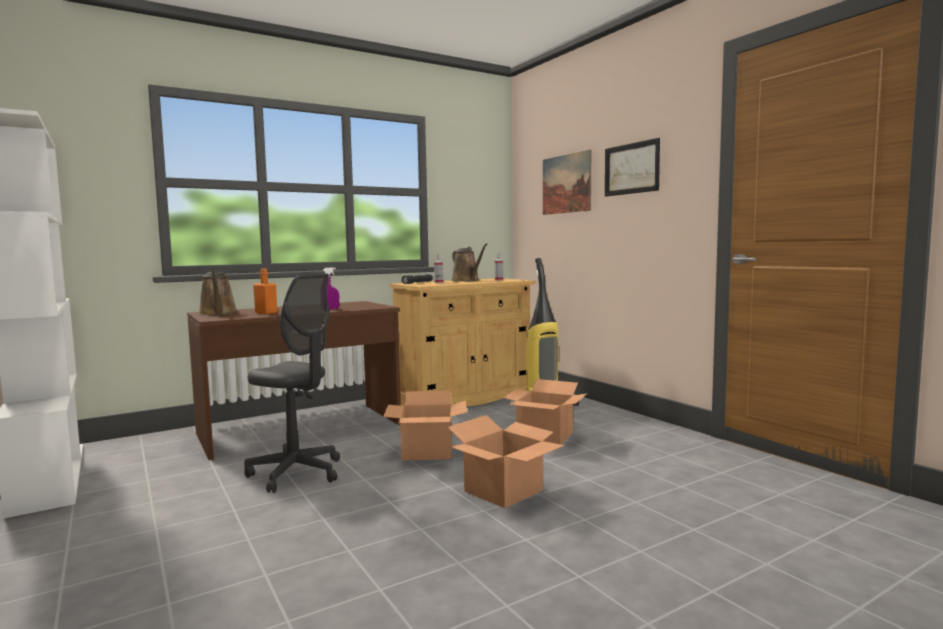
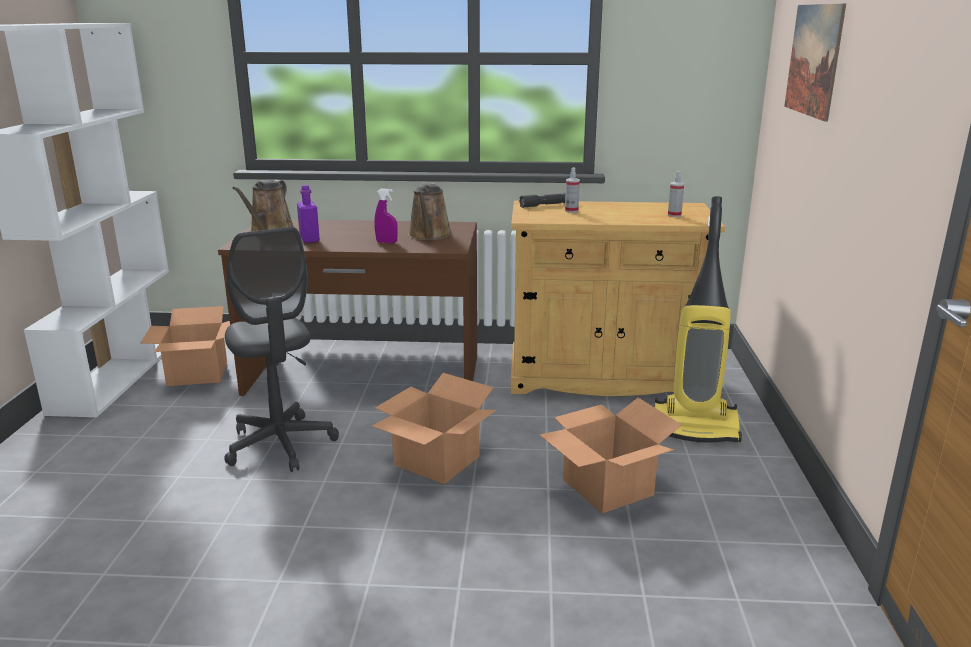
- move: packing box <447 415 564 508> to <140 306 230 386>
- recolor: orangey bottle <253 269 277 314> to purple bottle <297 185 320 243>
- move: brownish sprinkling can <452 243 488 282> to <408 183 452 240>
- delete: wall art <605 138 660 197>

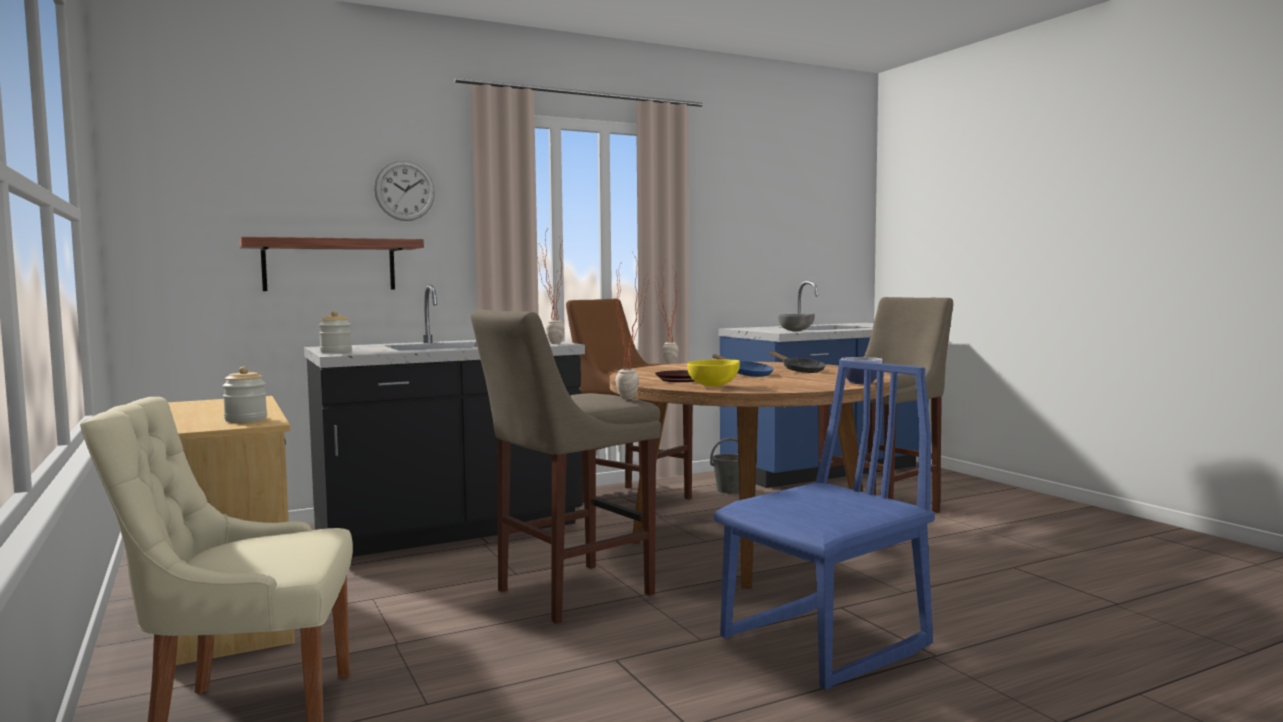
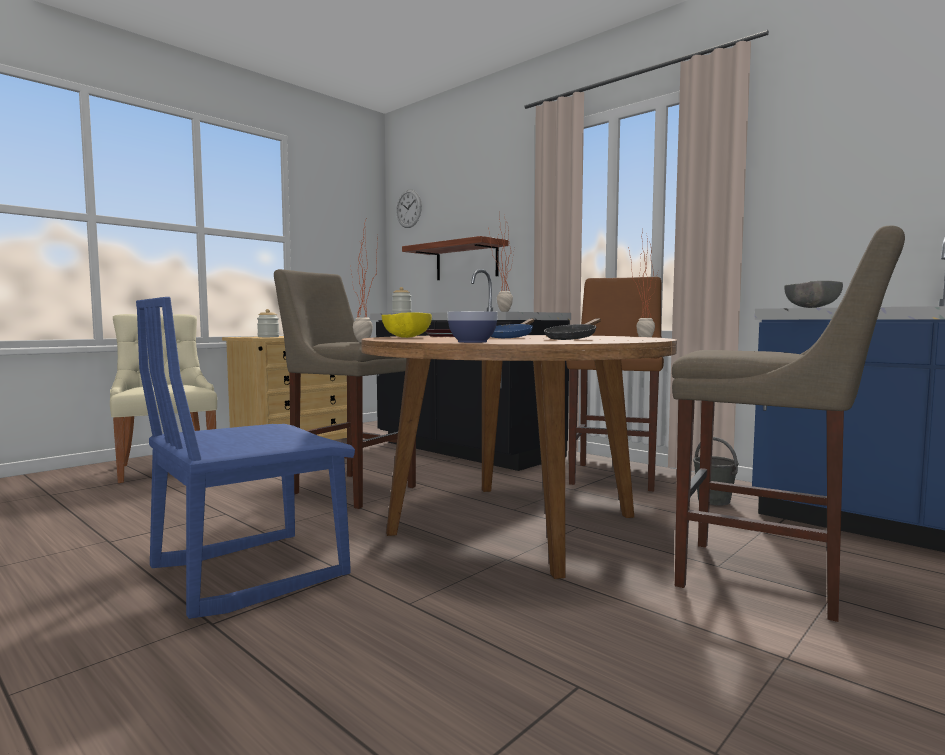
- rotate: blue plain chair <714 360 935 690> = <136 297 355 619> 105 degrees clockwise
- move: wall clock <374 161 435 221> to <396 189 422 228>

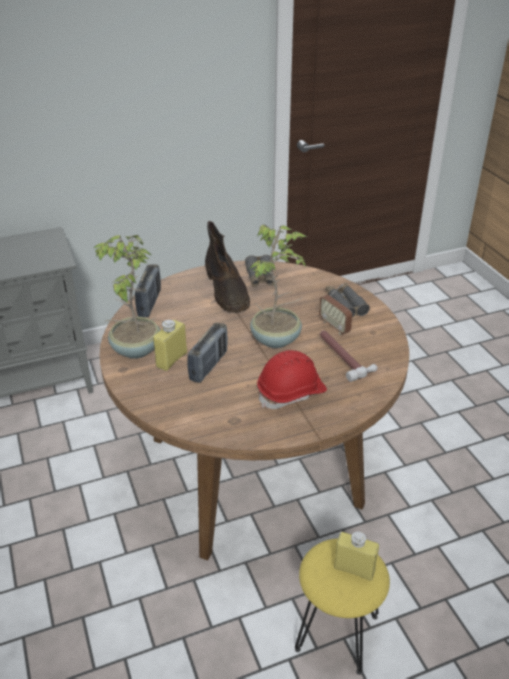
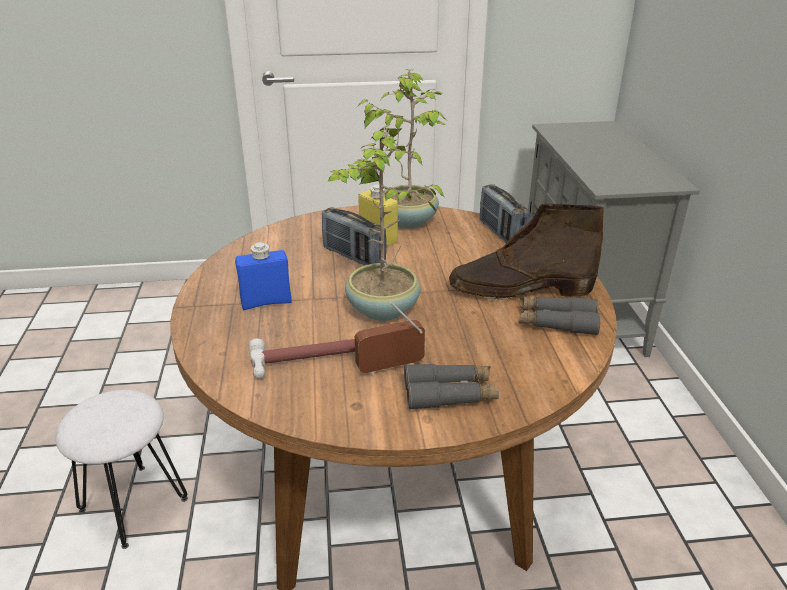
- recolor: yellow sitting stool <295 538 390 675> to whitish sitting stool <55 390 188 549>
- replace: red-coloured work helmet <257 350 327 409> to blue bottle <235 242 291 310>
- rotate: radio receiver <135 264 161 317> = <480 184 530 243> 45 degrees clockwise
- delete: yellow bottle <334 532 379 581>

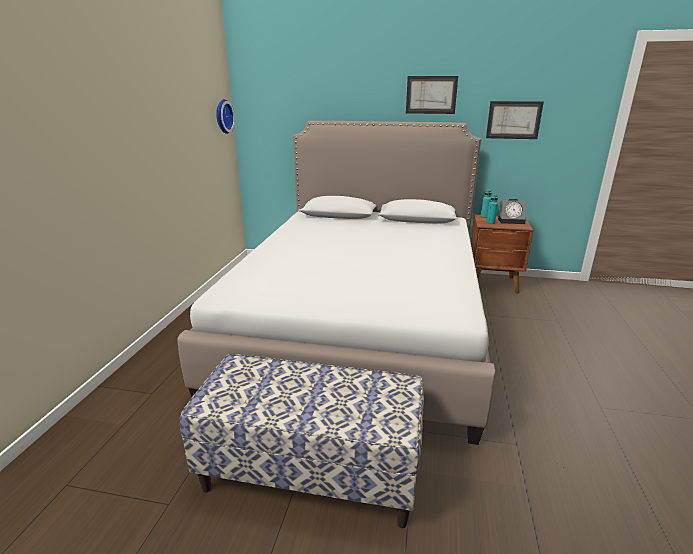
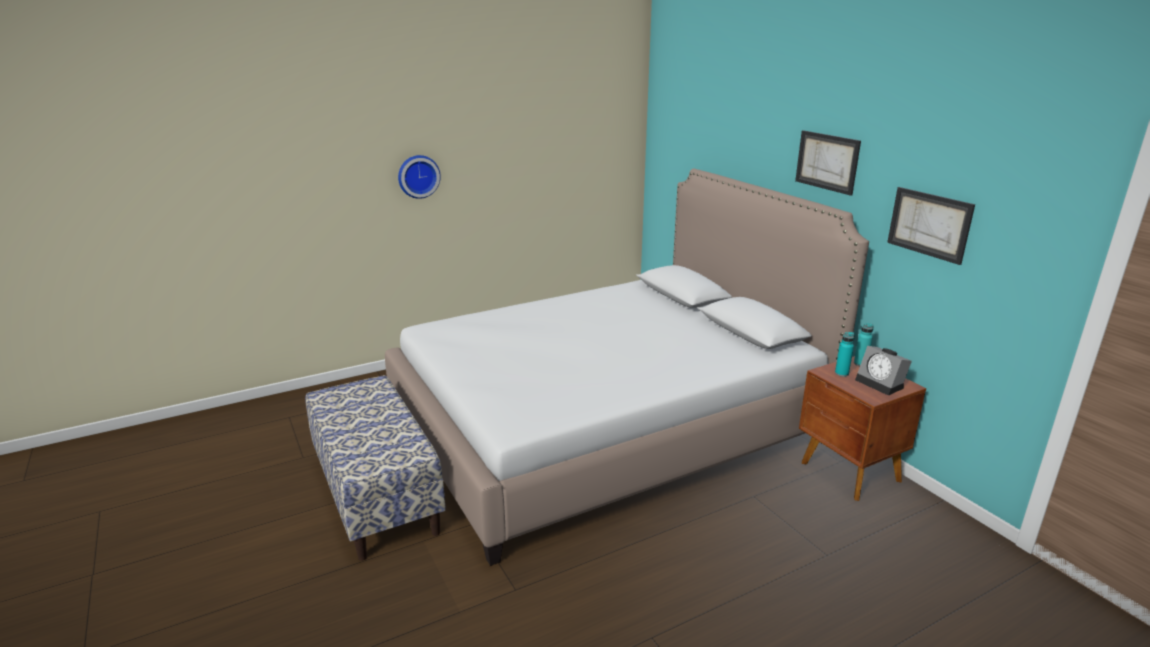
- move: wall clock <216 99 235 134> to <398 155 441 199>

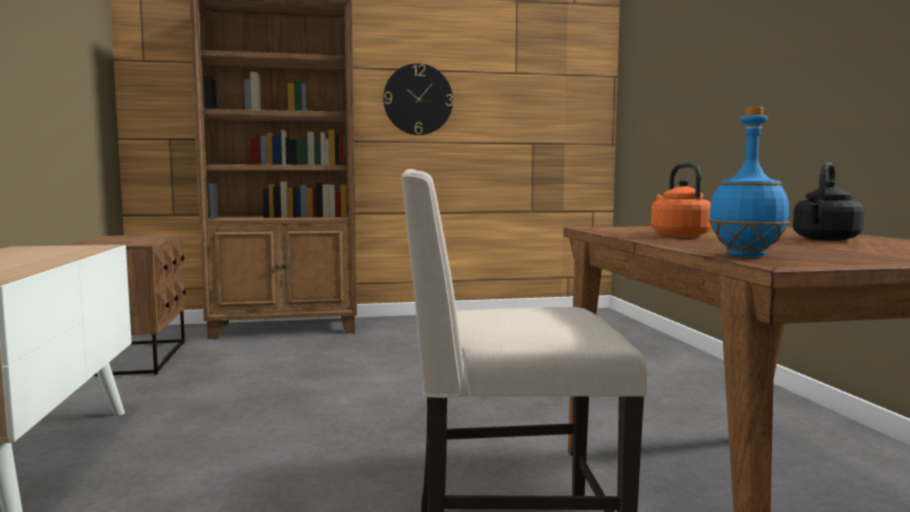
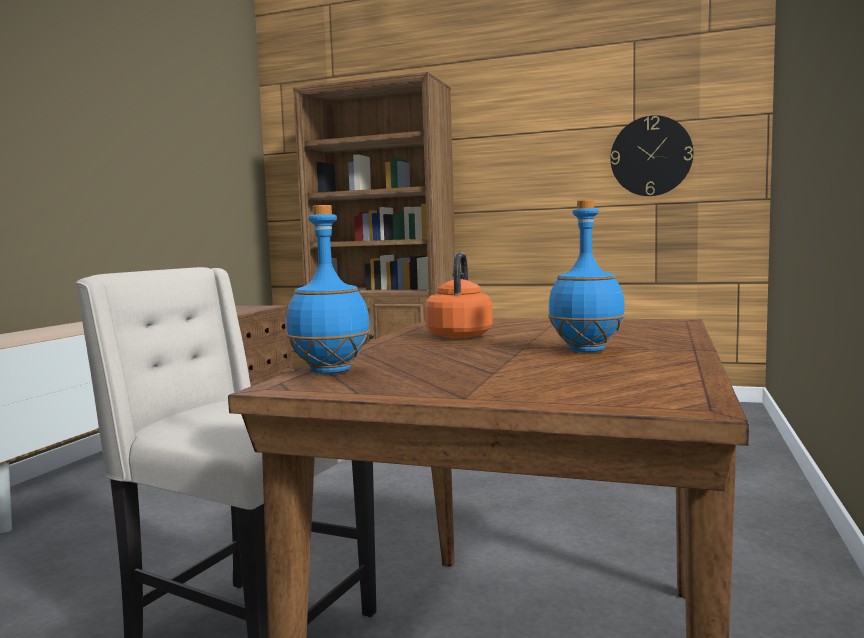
- replace: black-coloured tea kettle <793 162 864 241> to blue bottle <548 200 625 352>
- move: wall clock <383 63 453 135> to <610 115 693 196>

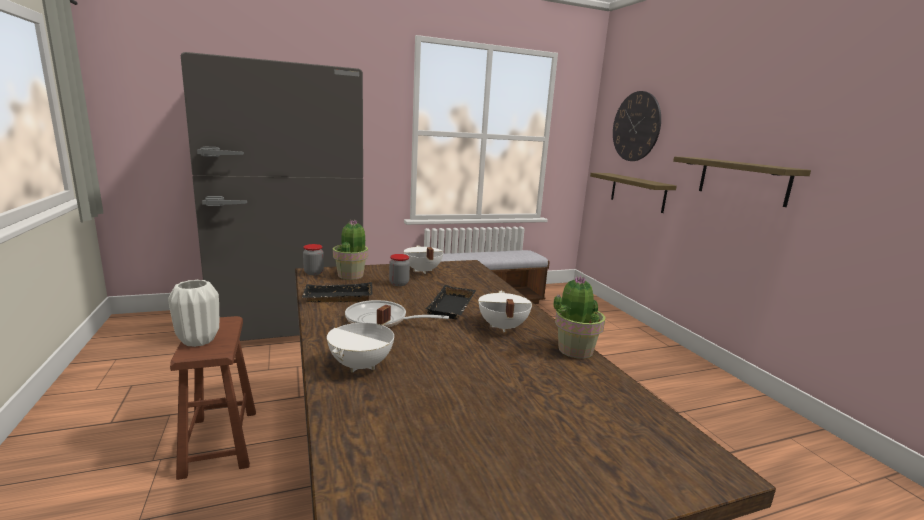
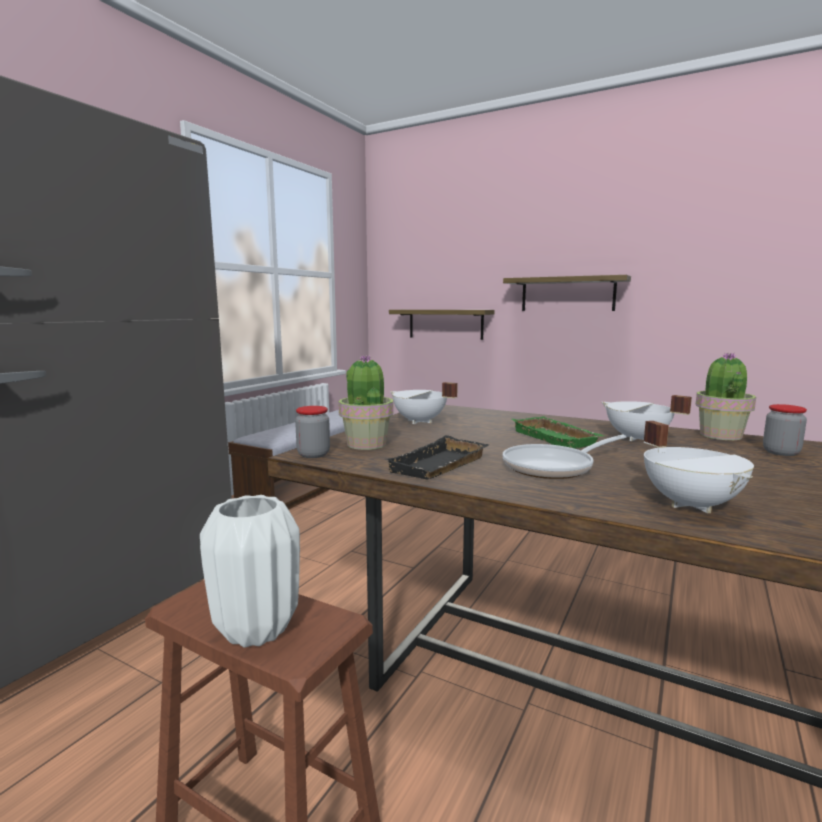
- recolor: black-coloured tray <425 285 476 319> to greenish tray <512 416 604 449>
- move: storage jar <389 254 410 286> to <763 404 807 456>
- delete: wall clock <613 91 661 161>

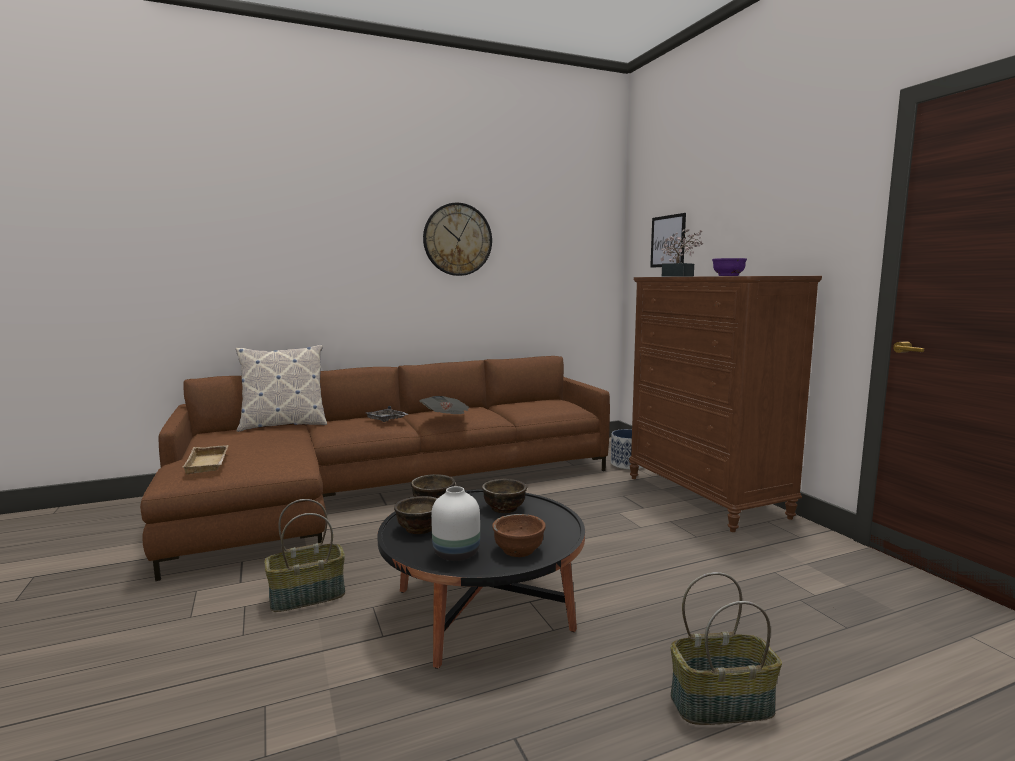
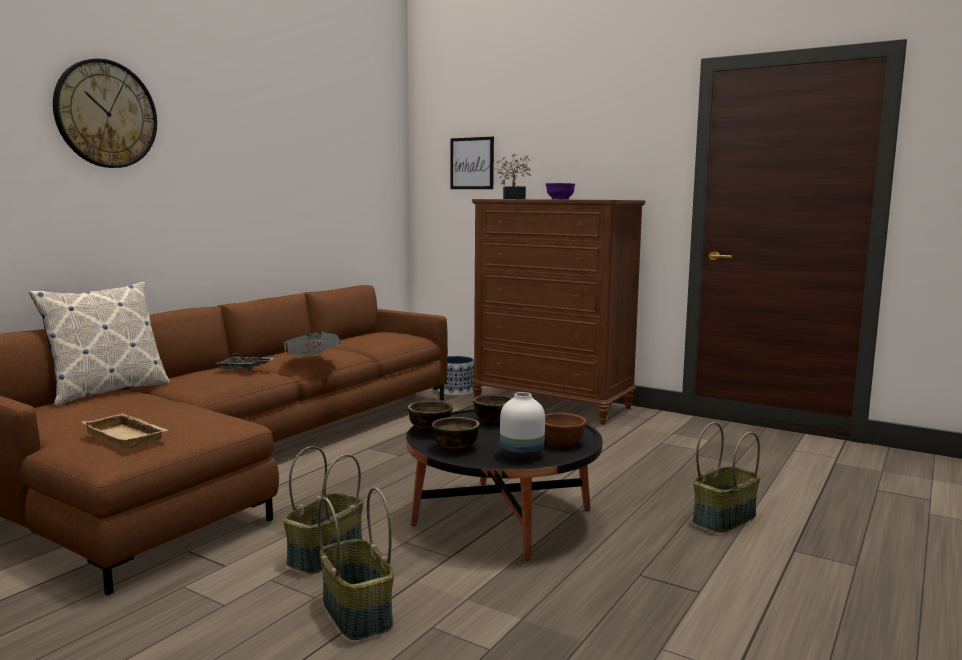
- move: wall clock <423 203 492 276> to <53 59 157 168>
- insert: storage basket <318 487 394 640>

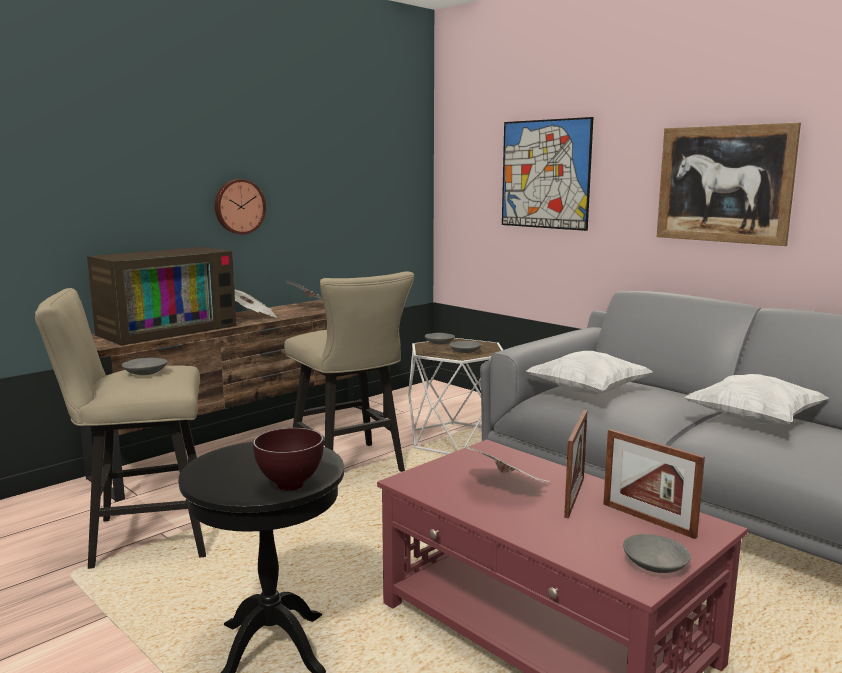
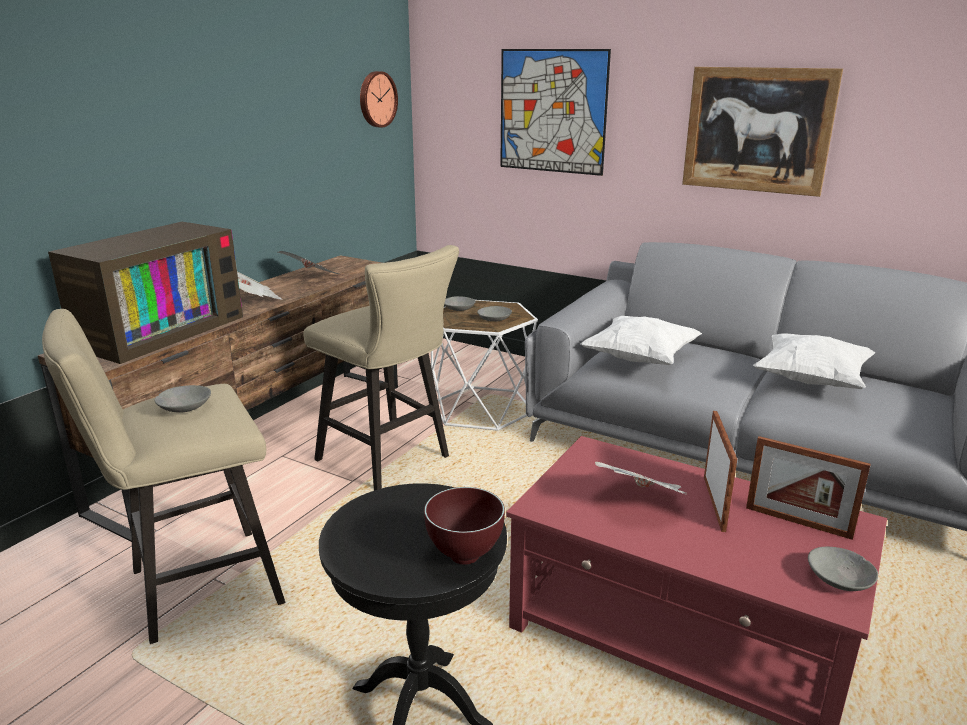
- move: wall clock <215 179 266 234> to <360 71 398 128>

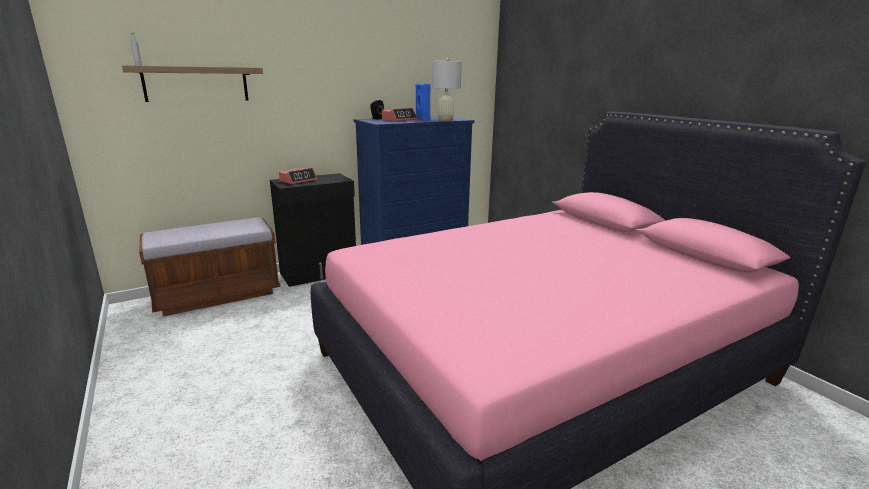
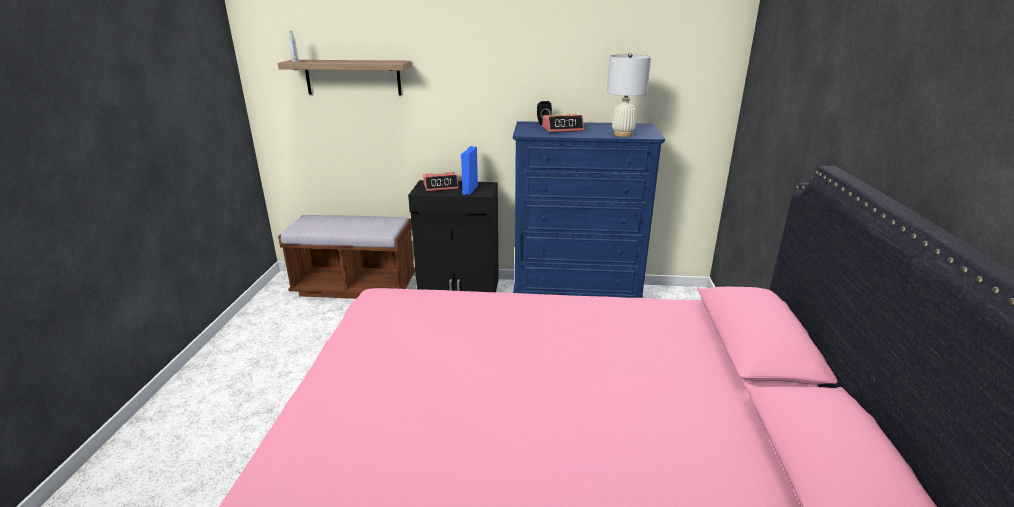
- move: blue loudspeaker <415 83 430 121> to <461 146 478 195>

